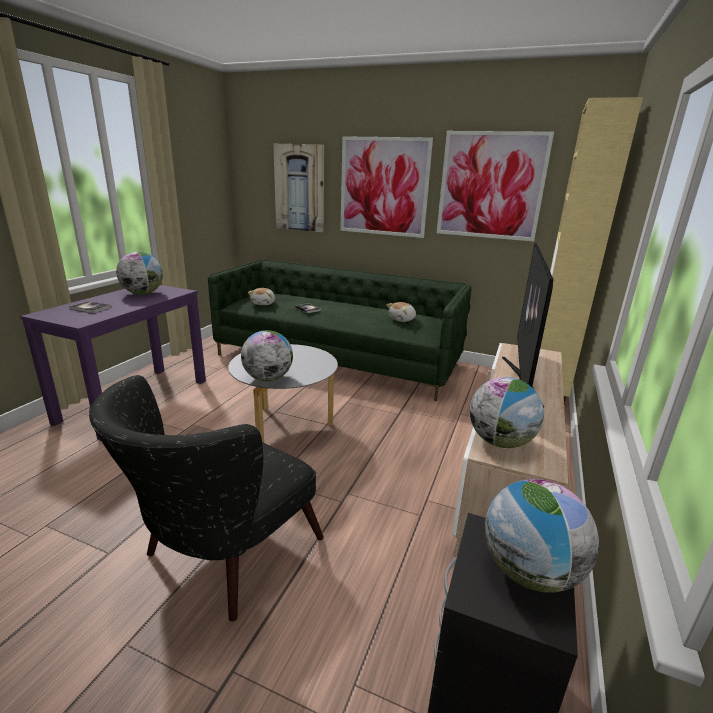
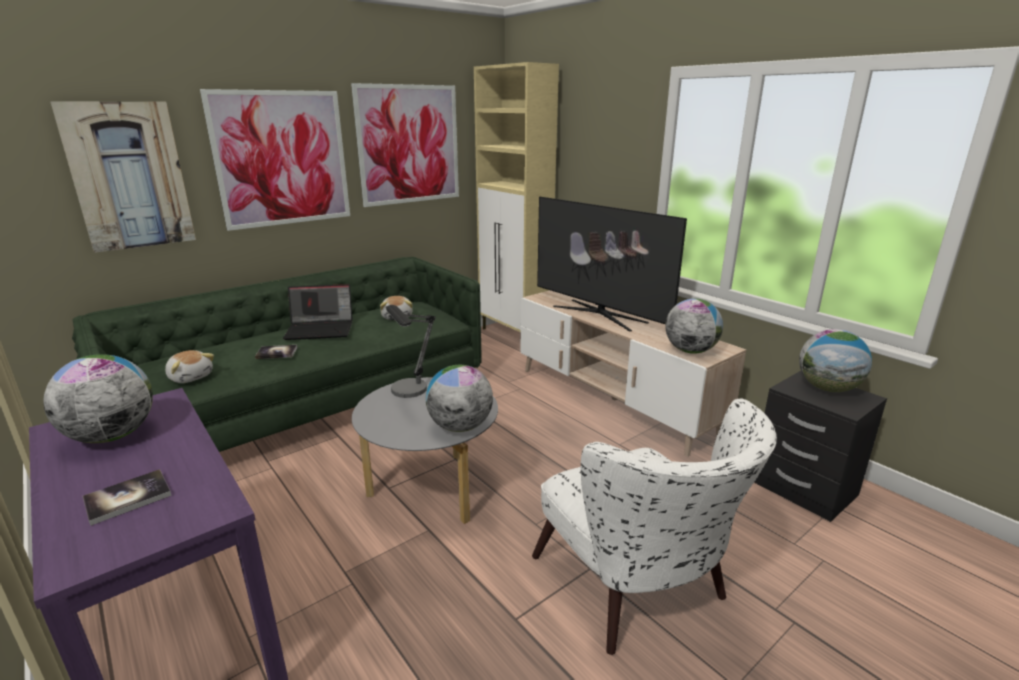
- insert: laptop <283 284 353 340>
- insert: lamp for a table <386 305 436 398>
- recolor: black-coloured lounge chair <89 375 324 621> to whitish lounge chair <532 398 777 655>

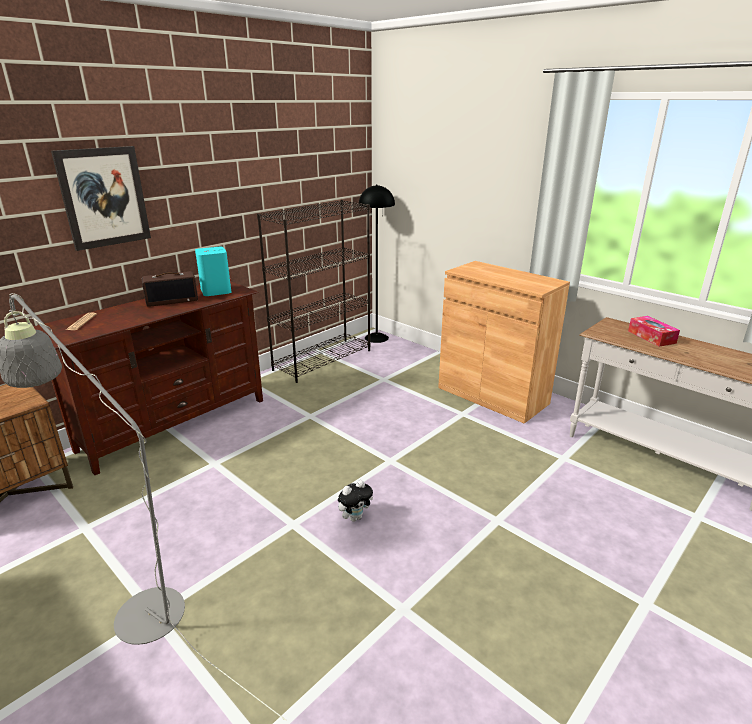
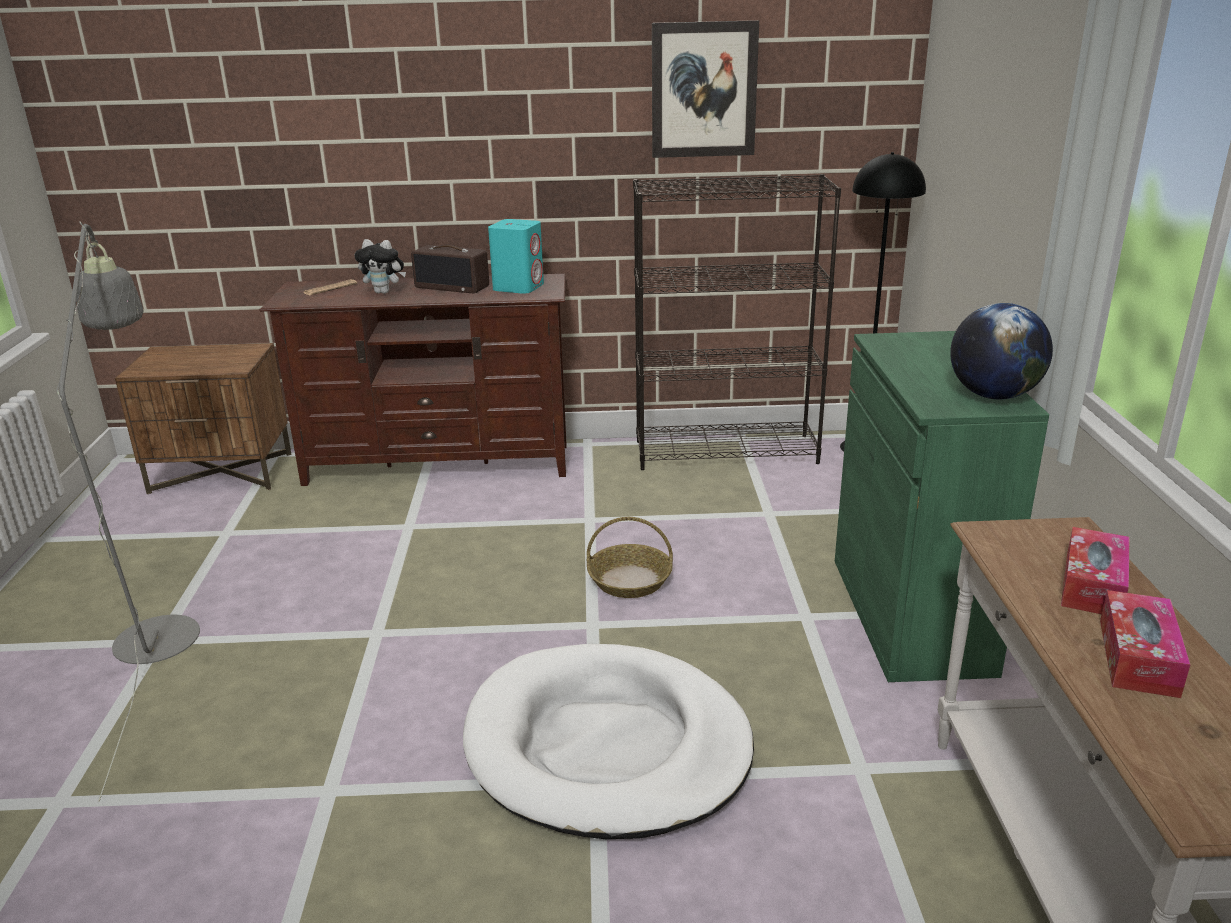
- move: soft toy <338 480 373 522> to <354 239 406 294>
- insert: whitish pet bed <463 644 754 839>
- insert: storage basket <587 517 673 598>
- move: wall art <51 146 151 251> to <652 20 759 158>
- recolor: brownish storage cabinet <438 261 570 424> to greenish storage cabinet <835 331 1049 682>
- insert: world globe <950 303 1053 399>
- insert: box of tissues <1100 590 1190 698>

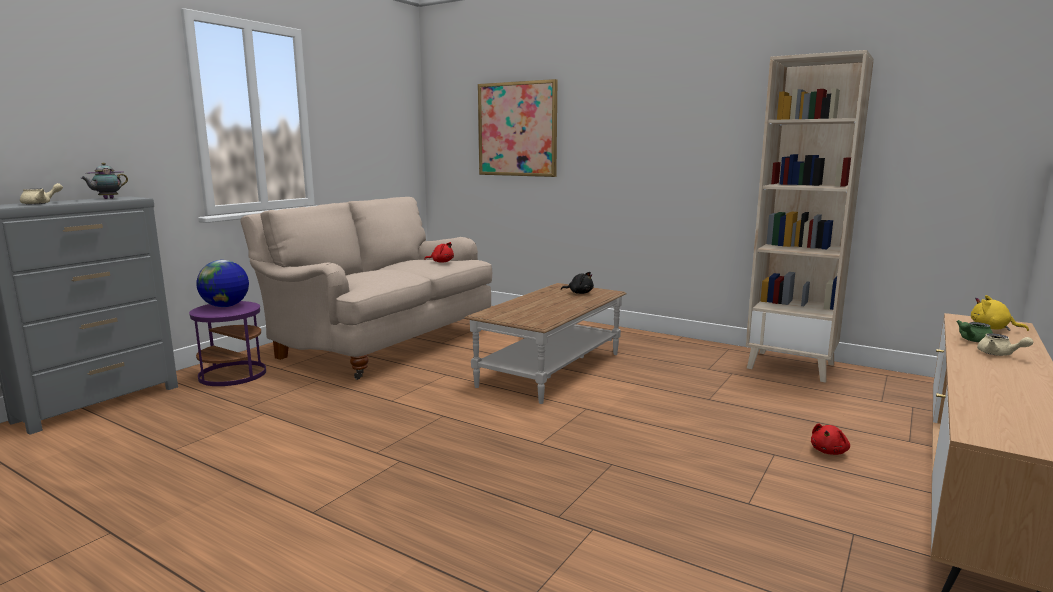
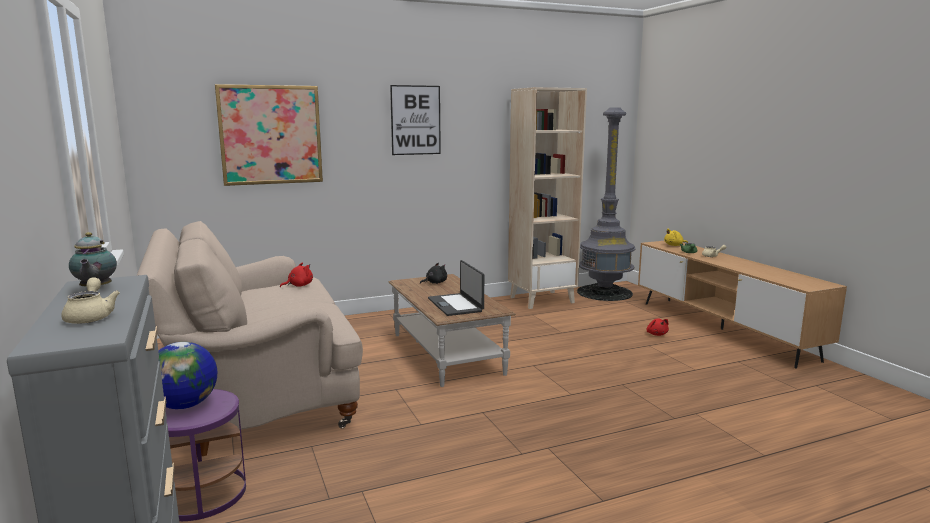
- insert: wall art <390 85 441 155>
- insert: laptop <428 260 484 316>
- insert: gray standing lamp <577 107 635 301>

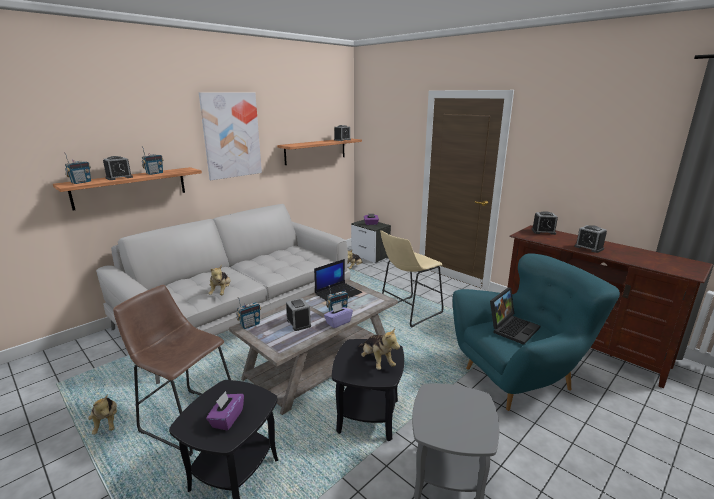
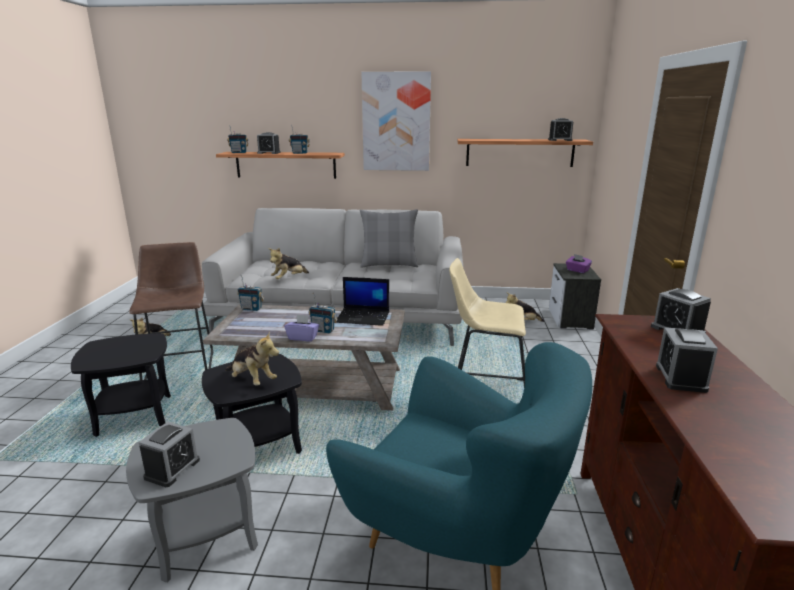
- move: alarm clock <286 298 311 331> to <139 422 200 487>
- rotate: soft toy <359 328 400 370> = <225 331 279 385> 75 degrees counterclockwise
- insert: gray throw pillow <360 209 418 268>
- delete: purple box of tissues <206 391 244 431>
- delete: laptop <490 288 540 345>

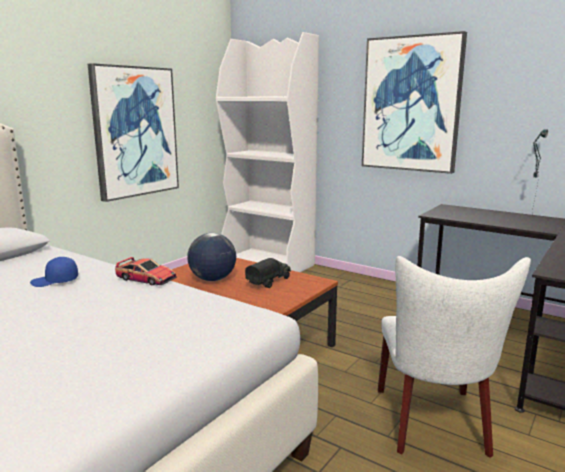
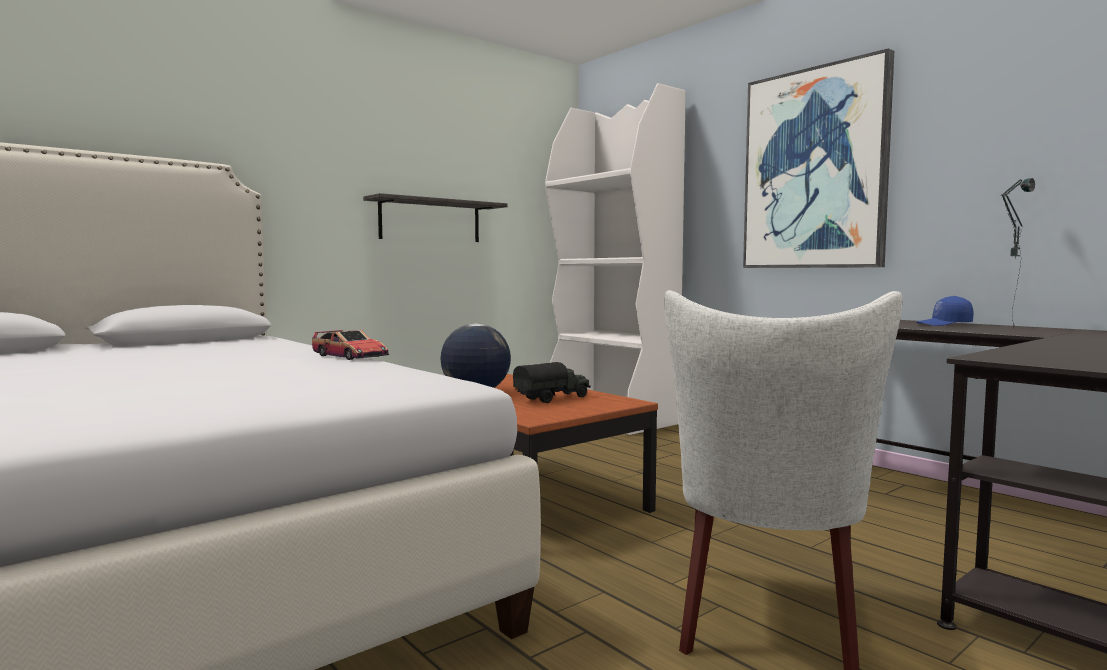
- replace: wall art <88 63 179 202> to shelf <363 193 508 242>
- move: blue cap <30 257 78 287> to <917 296 973 326>

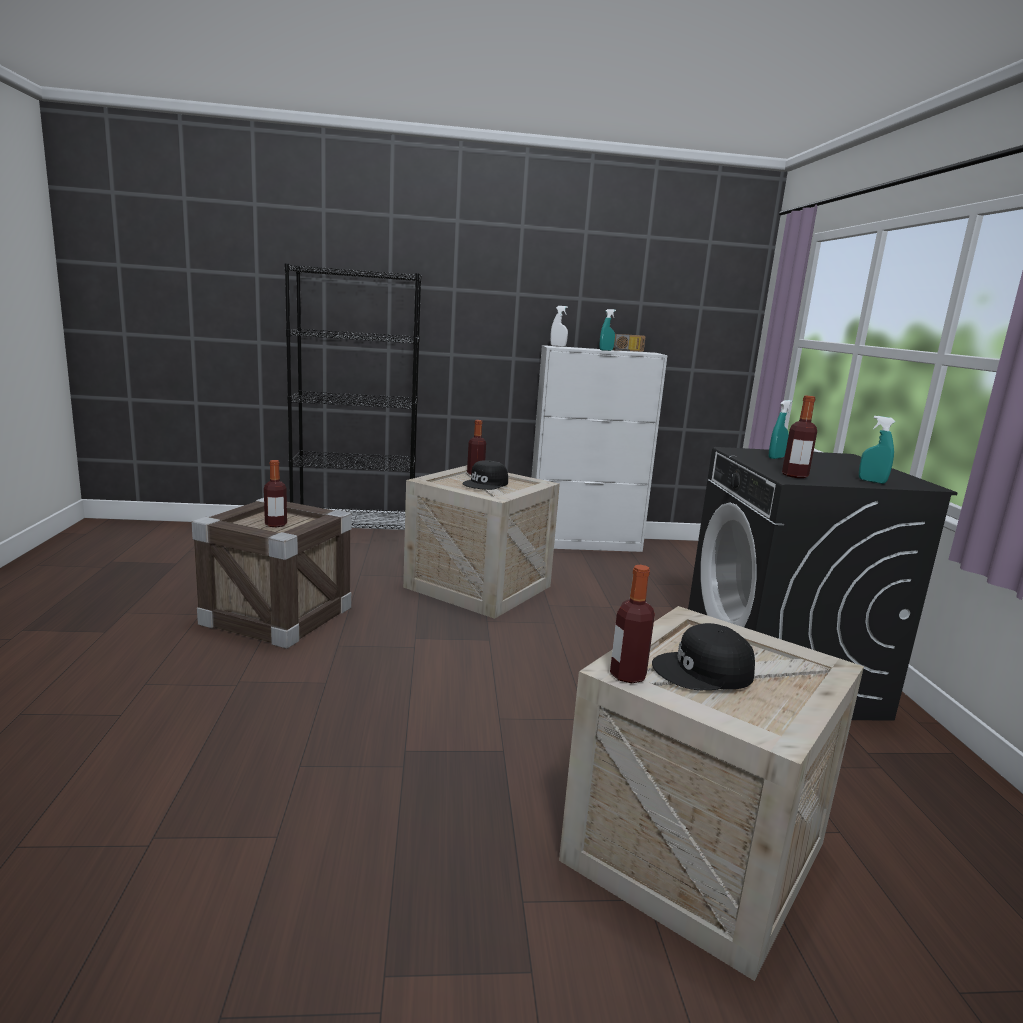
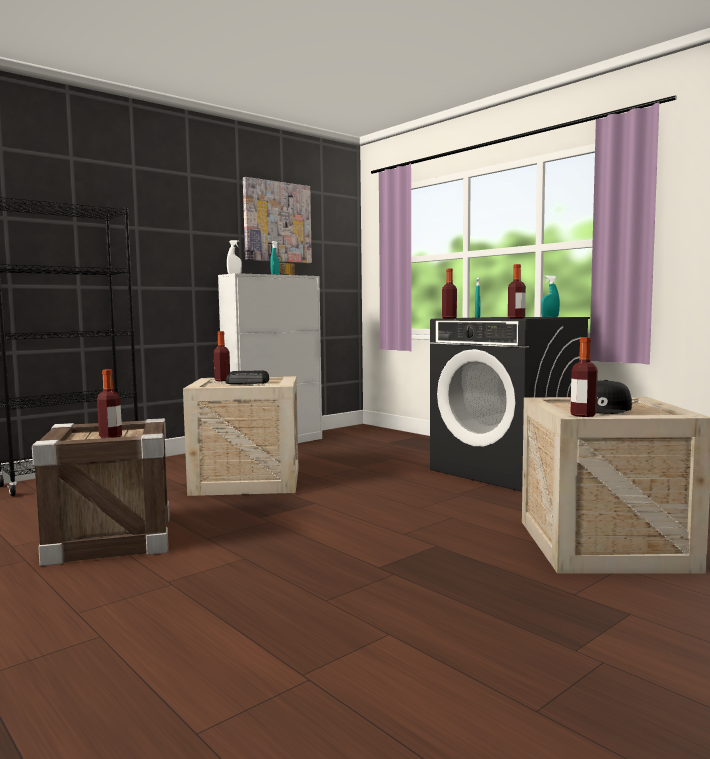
- replace: black-coloured cap <462 460 508 490> to radio receiver <225 371 269 384>
- insert: wall art <243 177 312 263>
- insert: bottle <442 268 457 318>

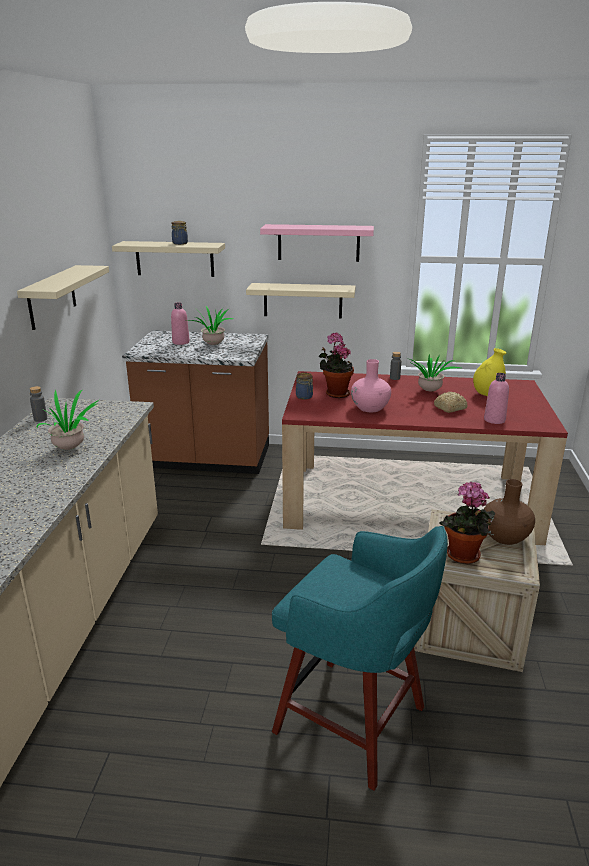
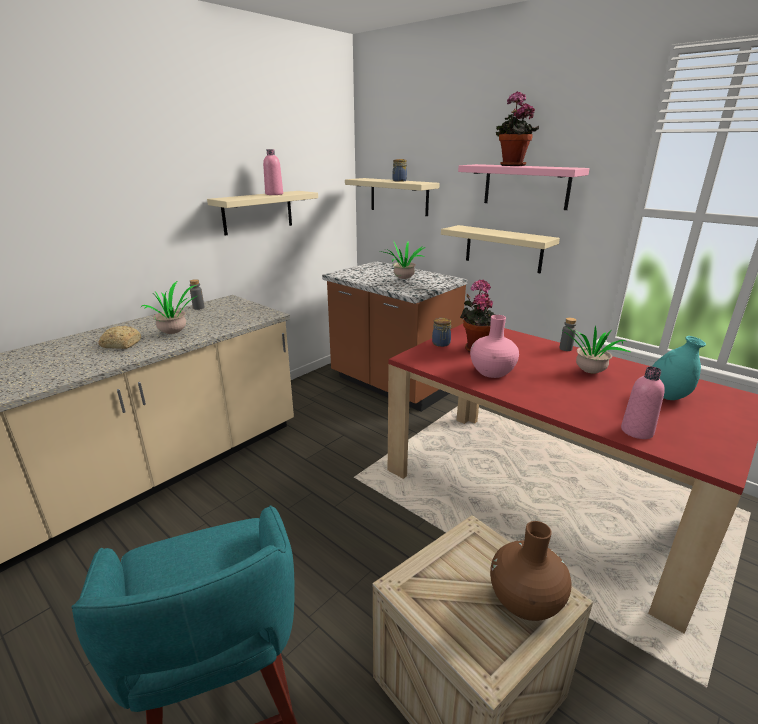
- move: bread <434 392 468 413> to <98 326 141 349>
- move: pink bottle <171 302 190 345> to <263 149 283 195>
- move: houseplant <439 482 495 564> to <496 91 539 166>
- recolor: yellow vase <473 348 506 396> to turquoise vase <652 336 706 400>

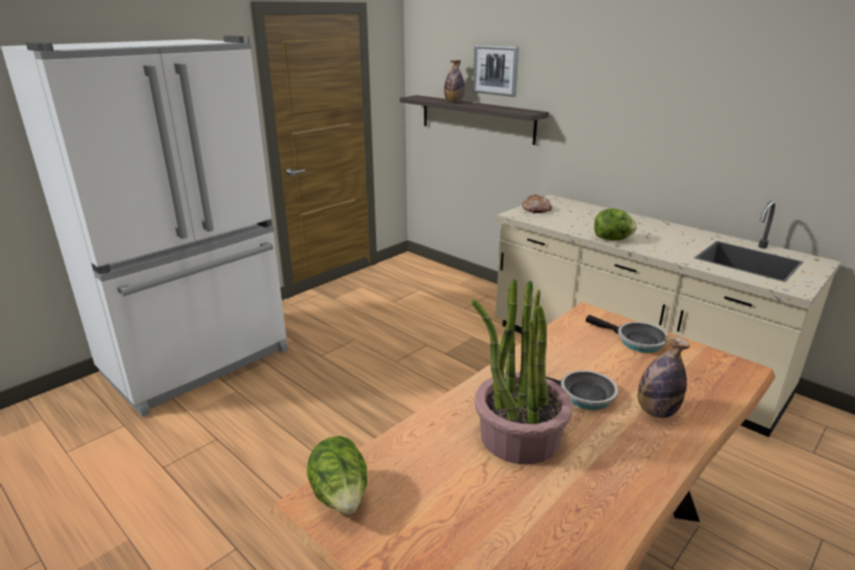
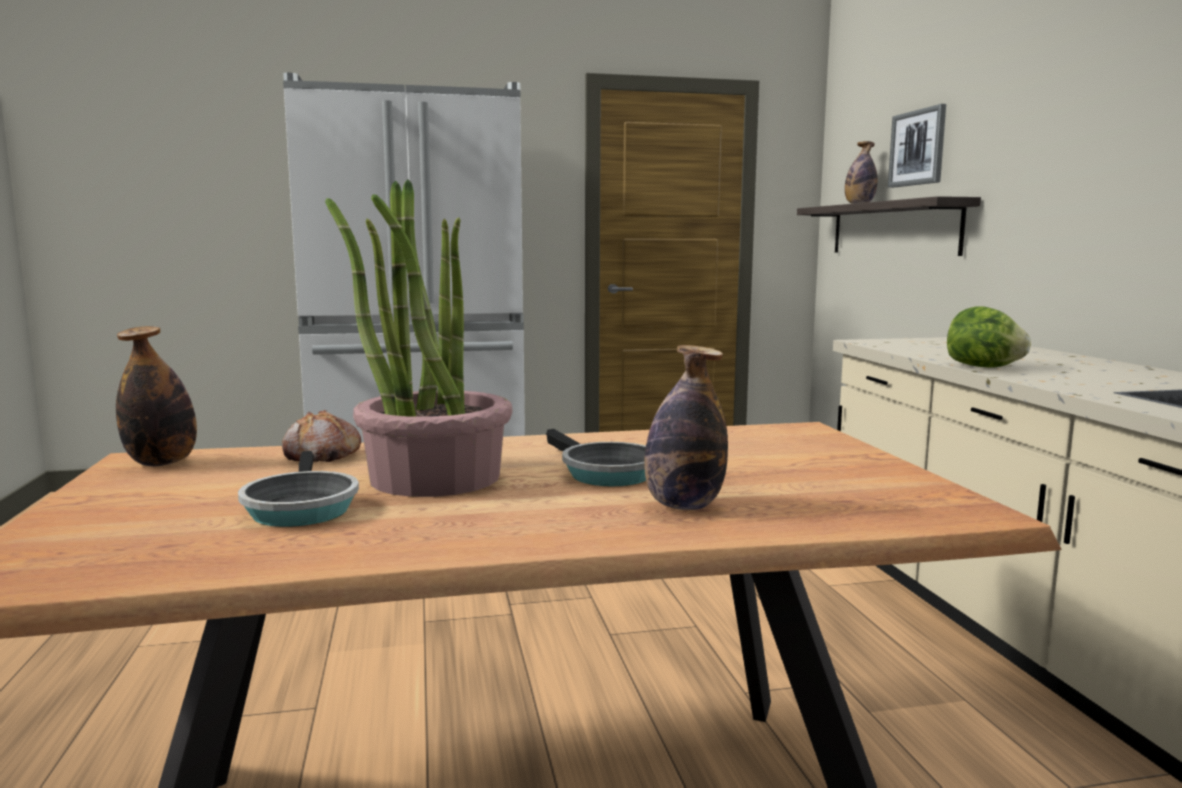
- replace: lettuce head <307 436 367 515> to bottle <116 326 197 466>
- move: frying pan <585 315 668 353> to <238 451 359 527>
- move: bread <522 194 552 213> to <282 410 361 462>

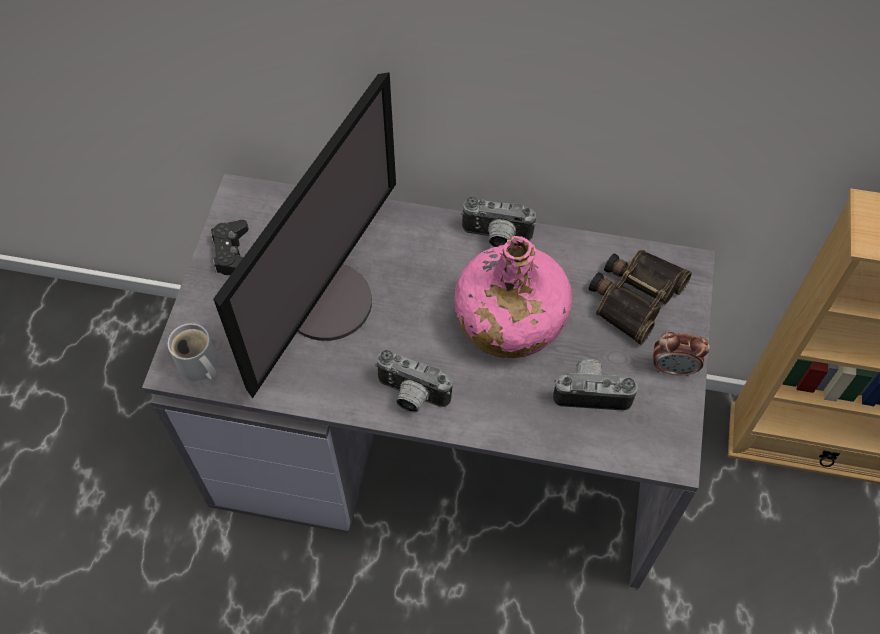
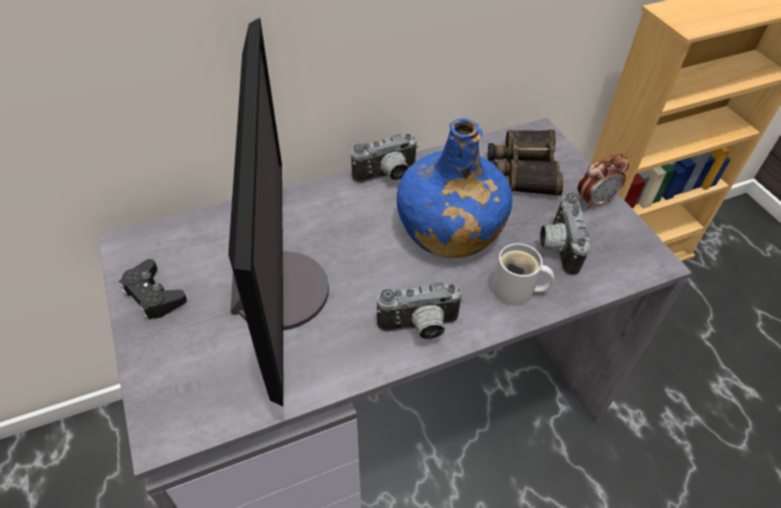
- recolor: pink bottle <454 236 572 358> to blue bottle <397 118 512 258>
- move: whitish coffee mug <167 323 218 381> to <492 243 554 305>
- rotate: photo camera <553 359 638 411> = <539 193 590 276> 60 degrees counterclockwise

